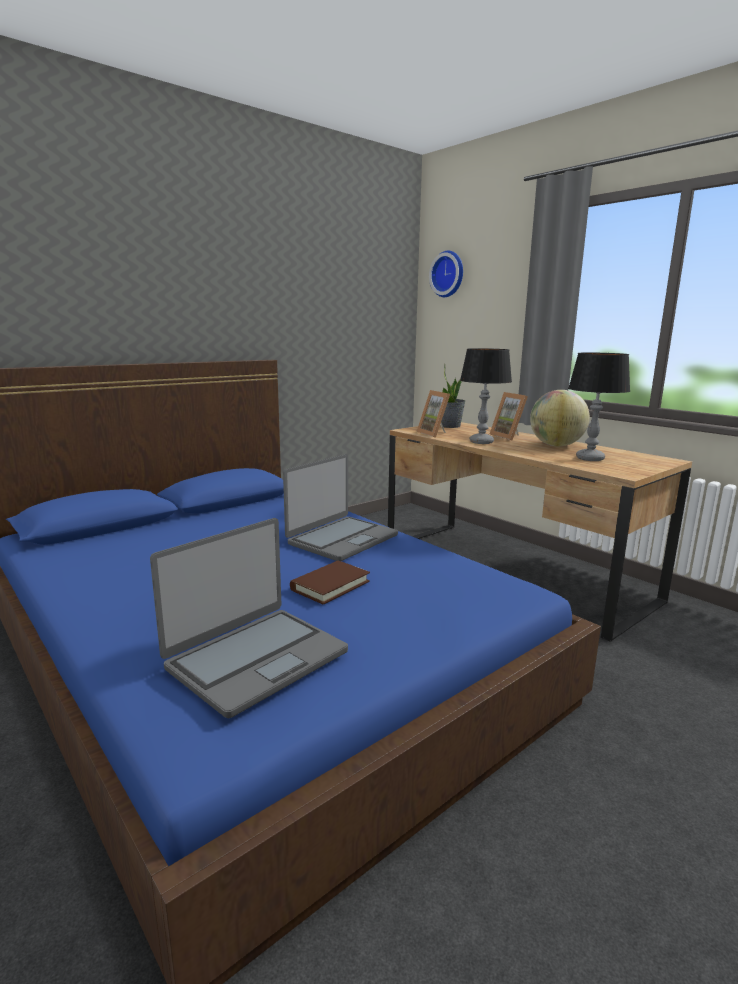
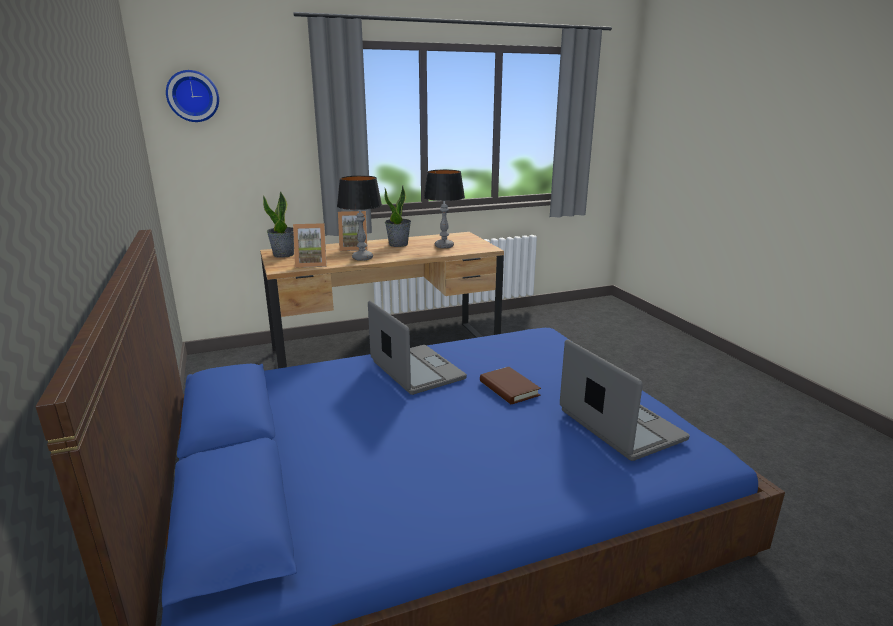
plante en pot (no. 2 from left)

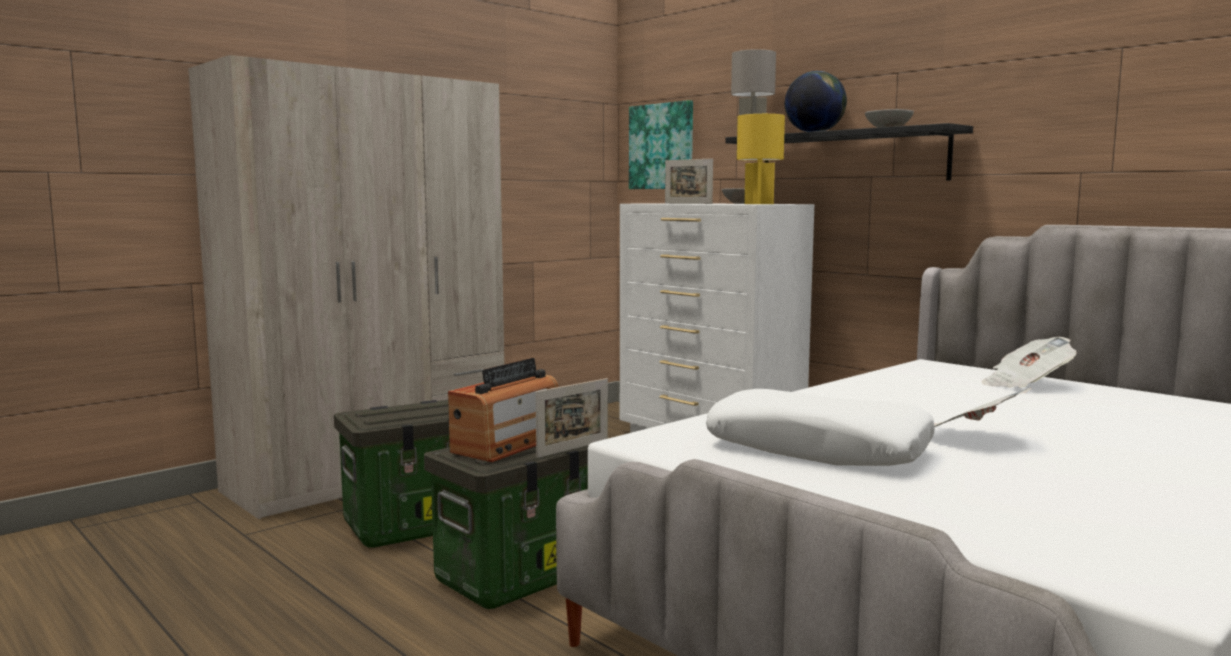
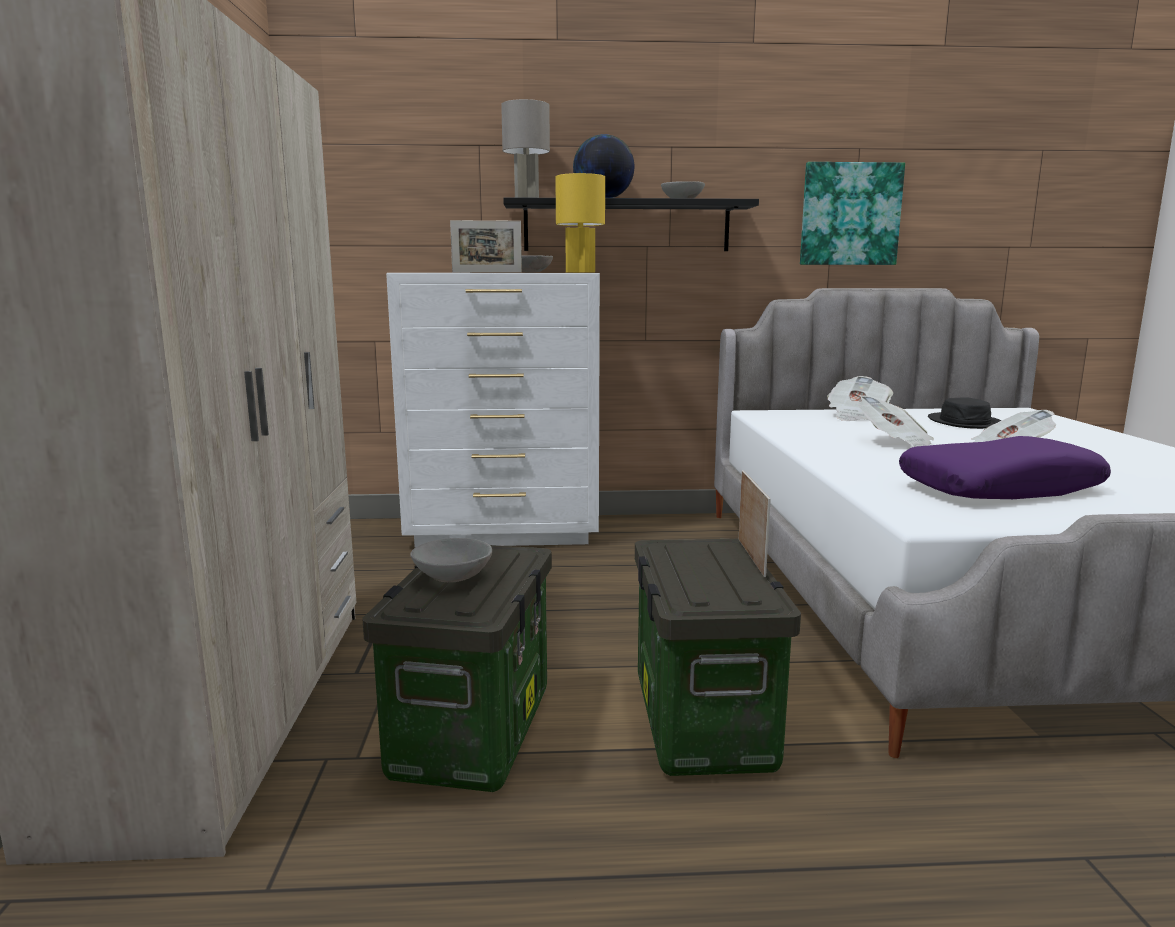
radio
tableau
coussin (violet)
bol (gris) (no. 1 from left)
journal (no. 2 from left)
chapeau (noir)

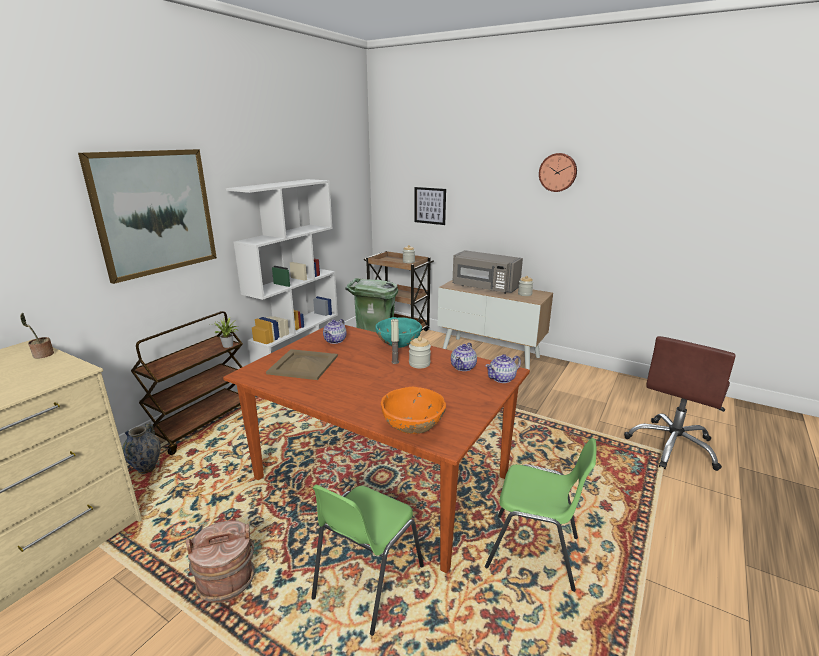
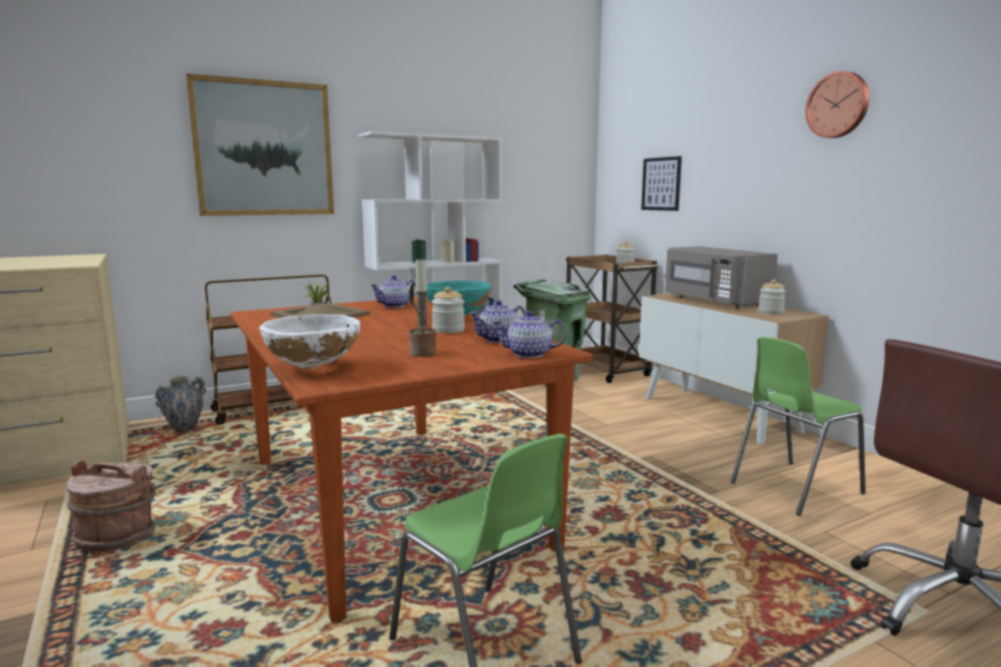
plante en pot (no. 2 from left)
chaise (vert) (no. 2 from left)
bol (blanc)

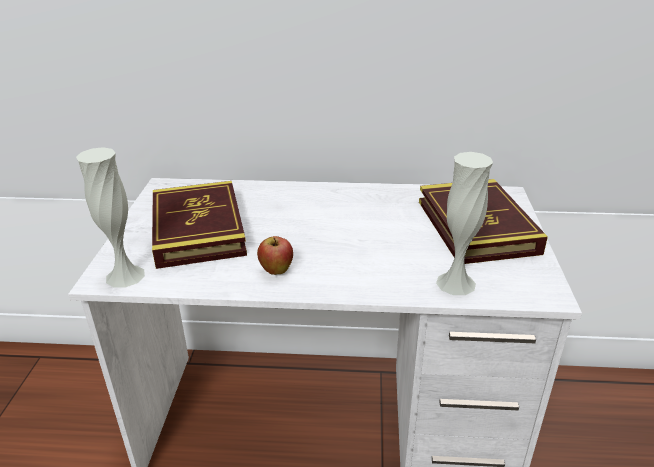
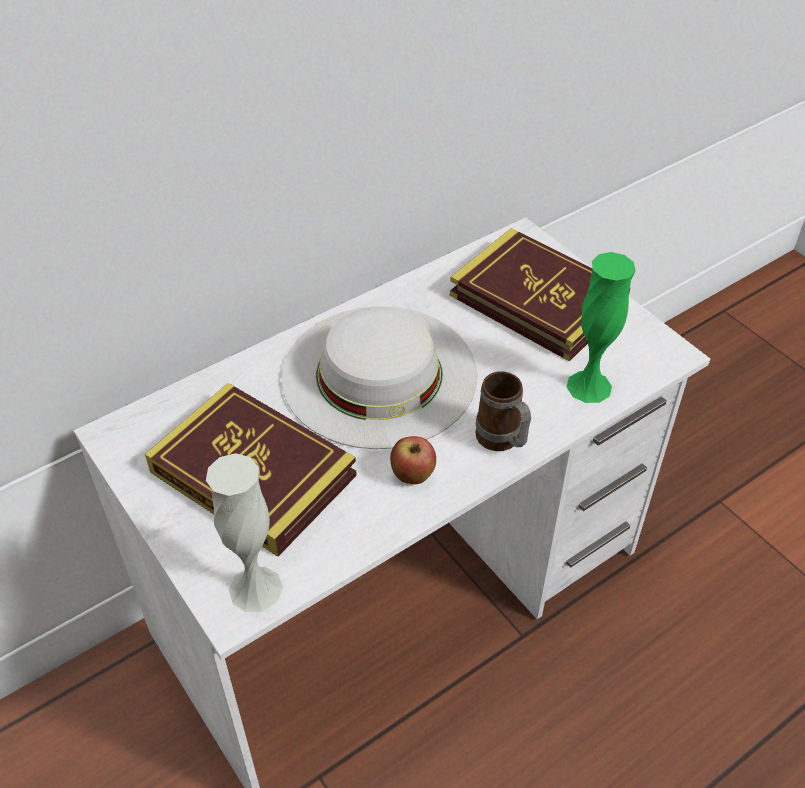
vase (vert)
chapeau (blanc)
mug

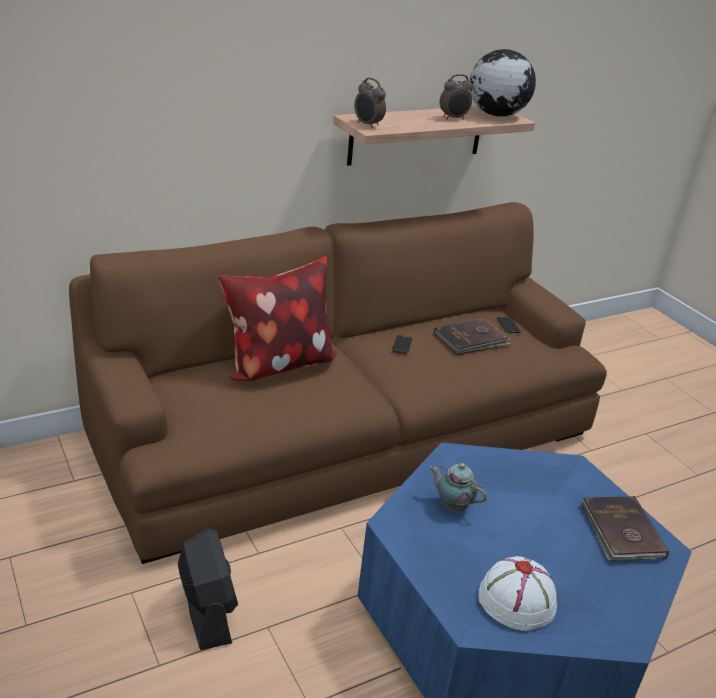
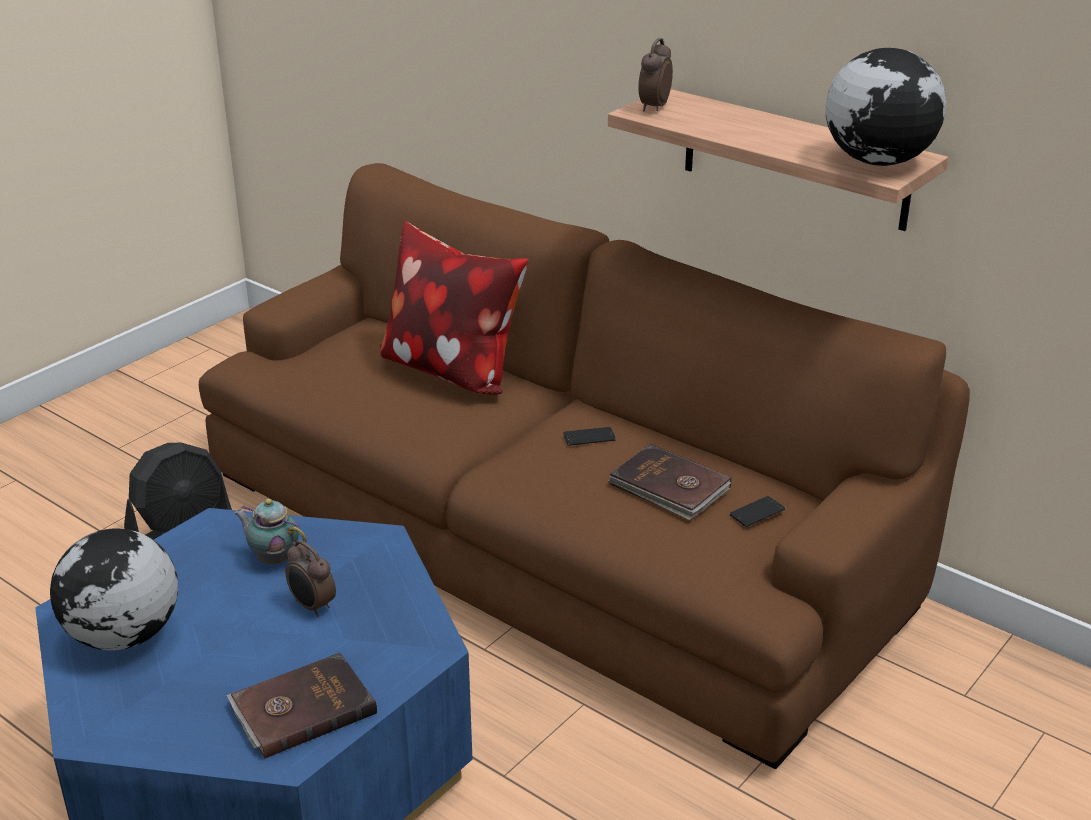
théière
réveil (no. 1 from left)
globe (no. 1 from left)

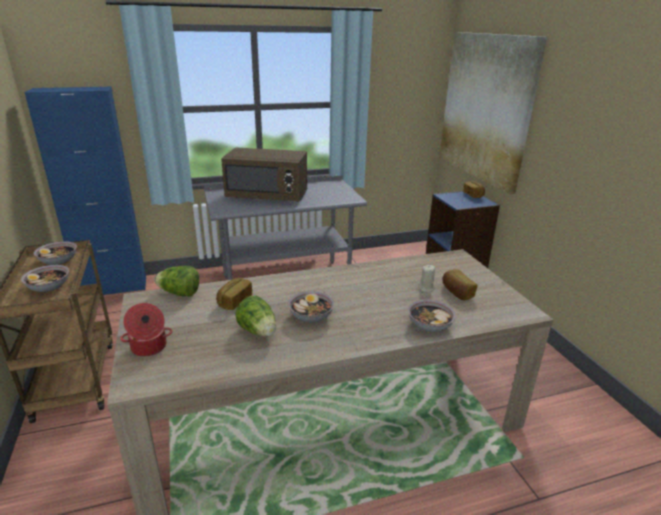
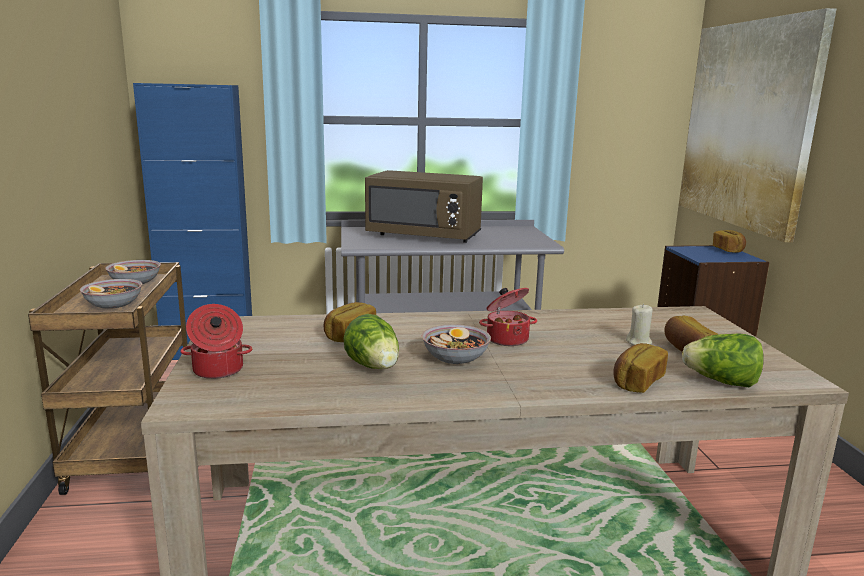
laitue (no. 2 from left)
pain (no. 2 from left)
marmite (no. 2 from left)

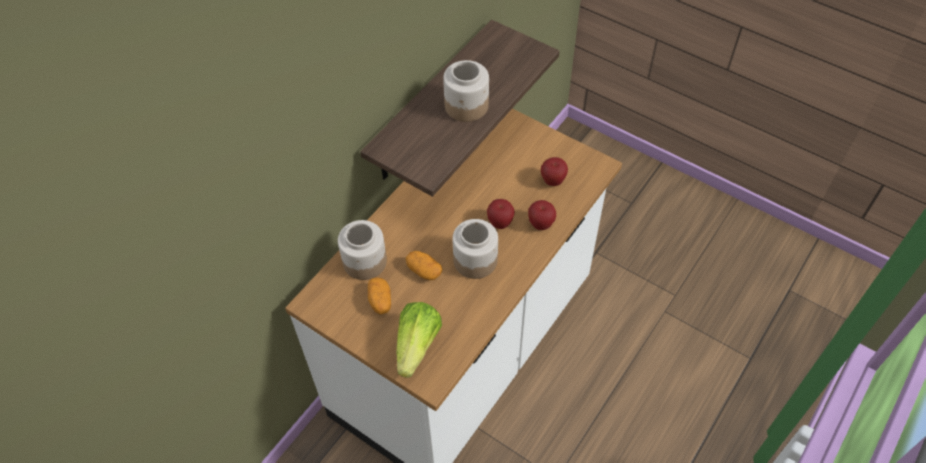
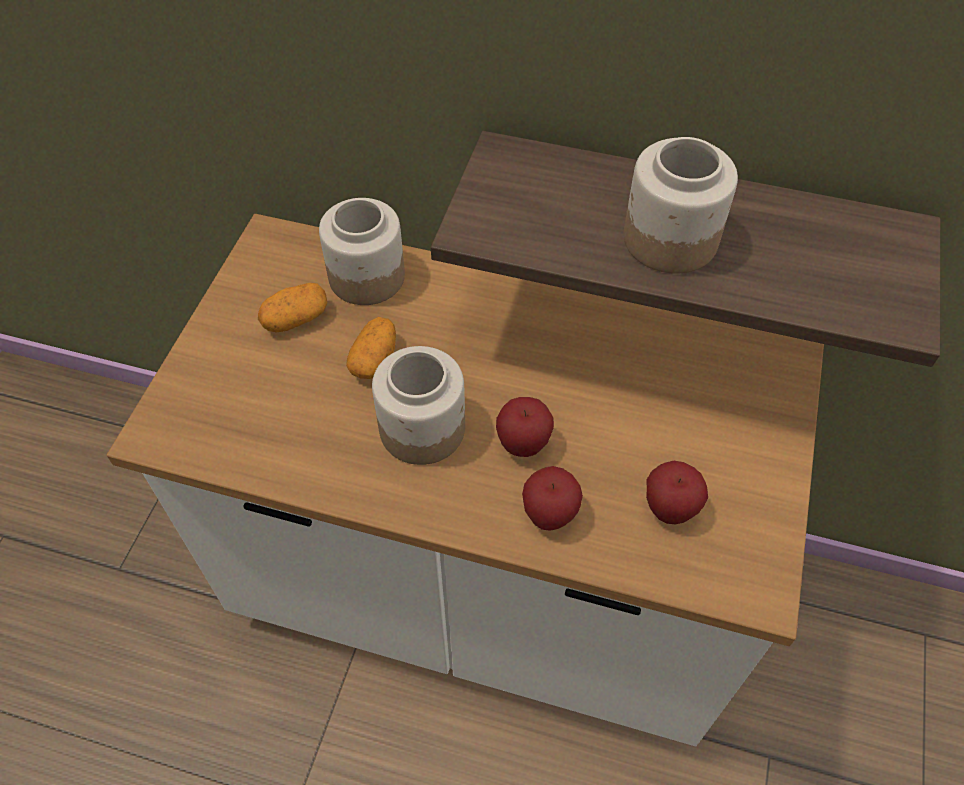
laitue

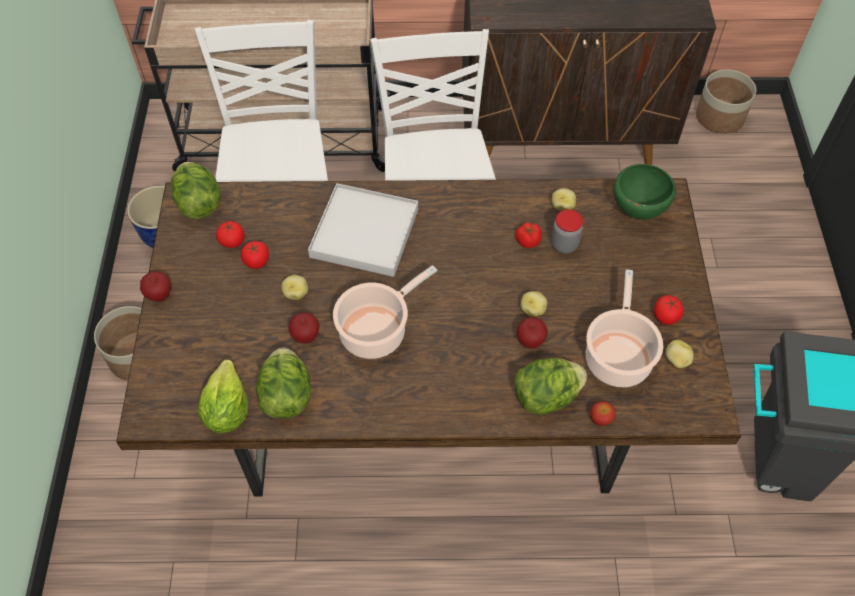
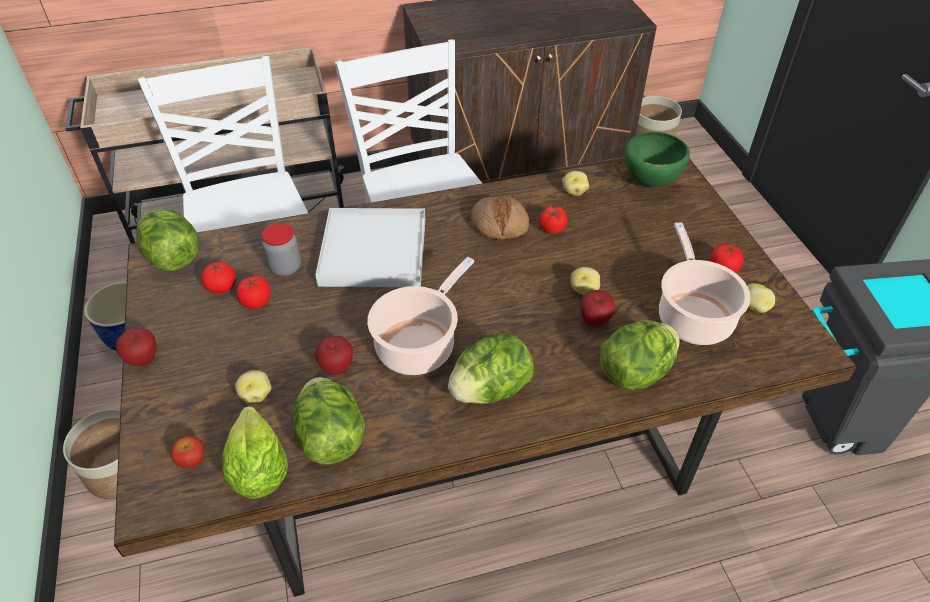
pomme de terre (no. 1 from left)
bocal
pomme (no. 2 from left)
laitue (no. 4 from left)
pain

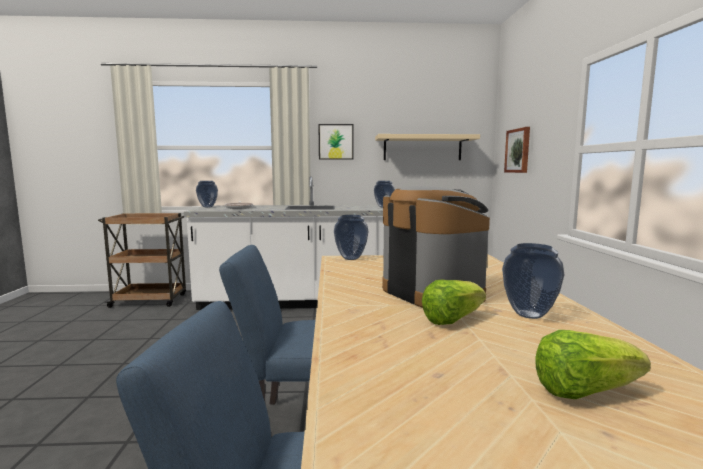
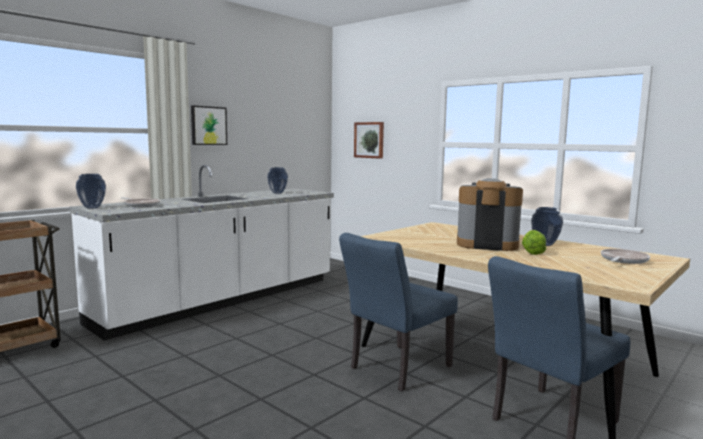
vase (no. 2 from left in the first image)
étagère (beige)
poêle (no. 2 from left)

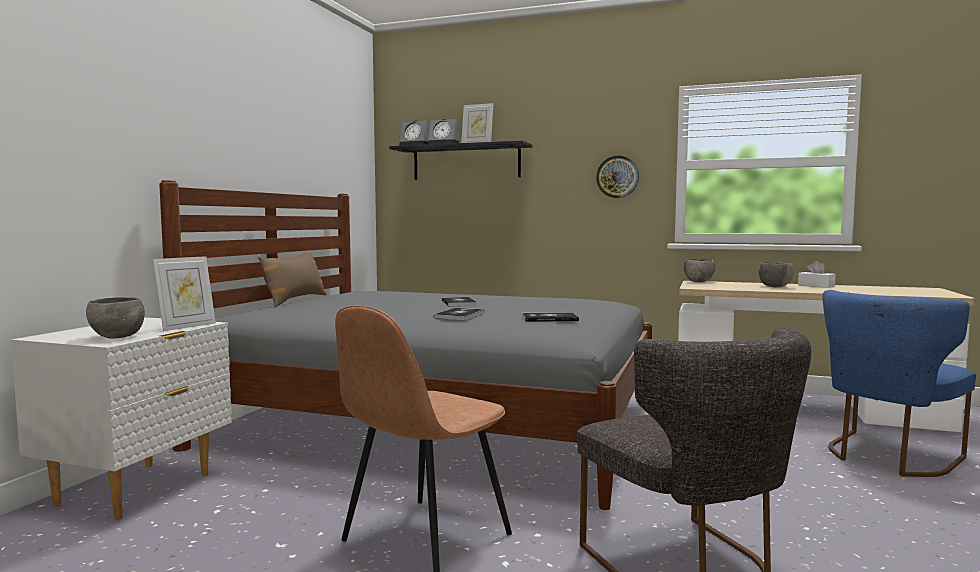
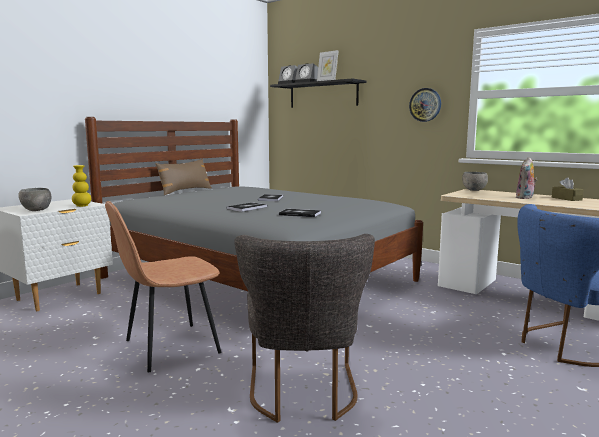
vase (jaune)
peluche
boîte à mouchoirs (marron)

